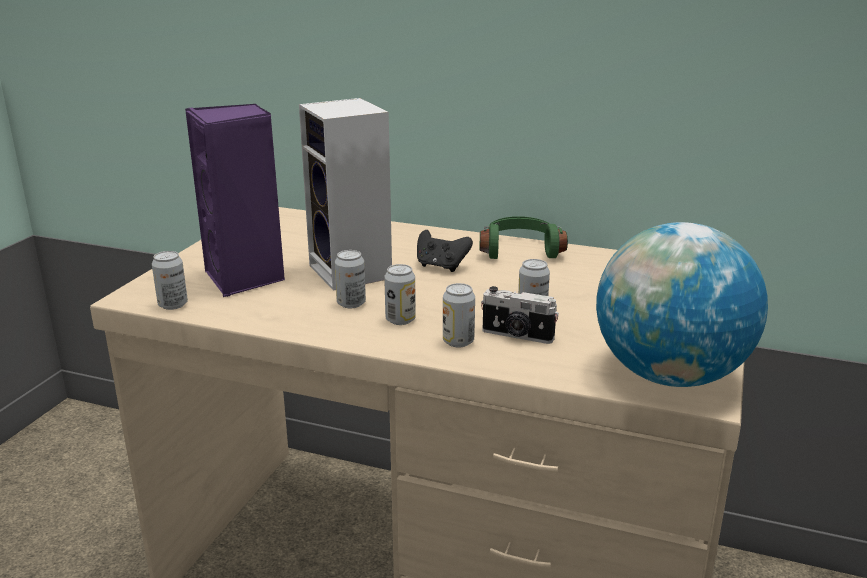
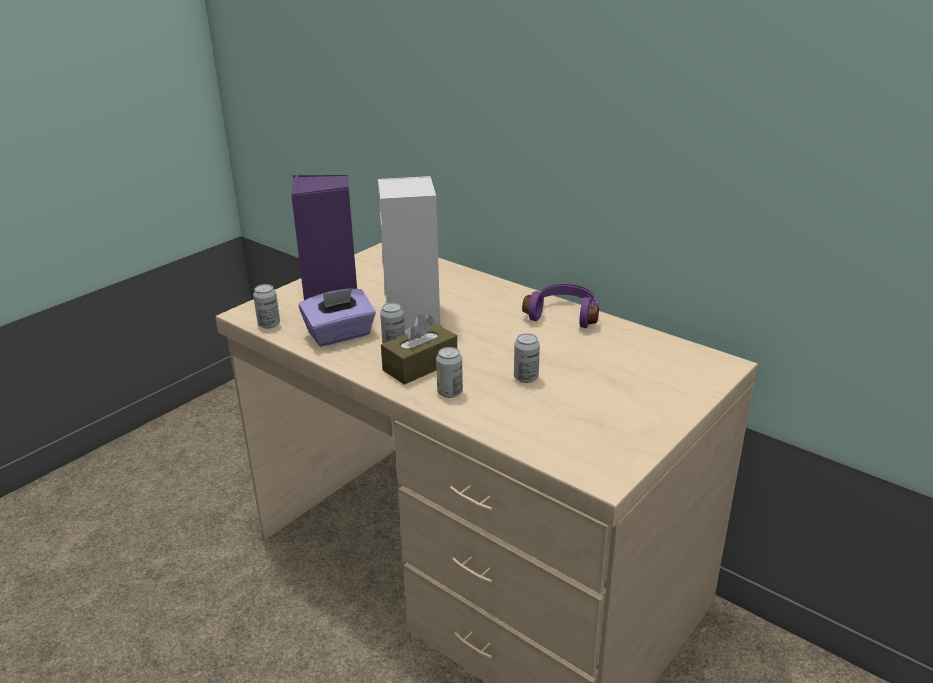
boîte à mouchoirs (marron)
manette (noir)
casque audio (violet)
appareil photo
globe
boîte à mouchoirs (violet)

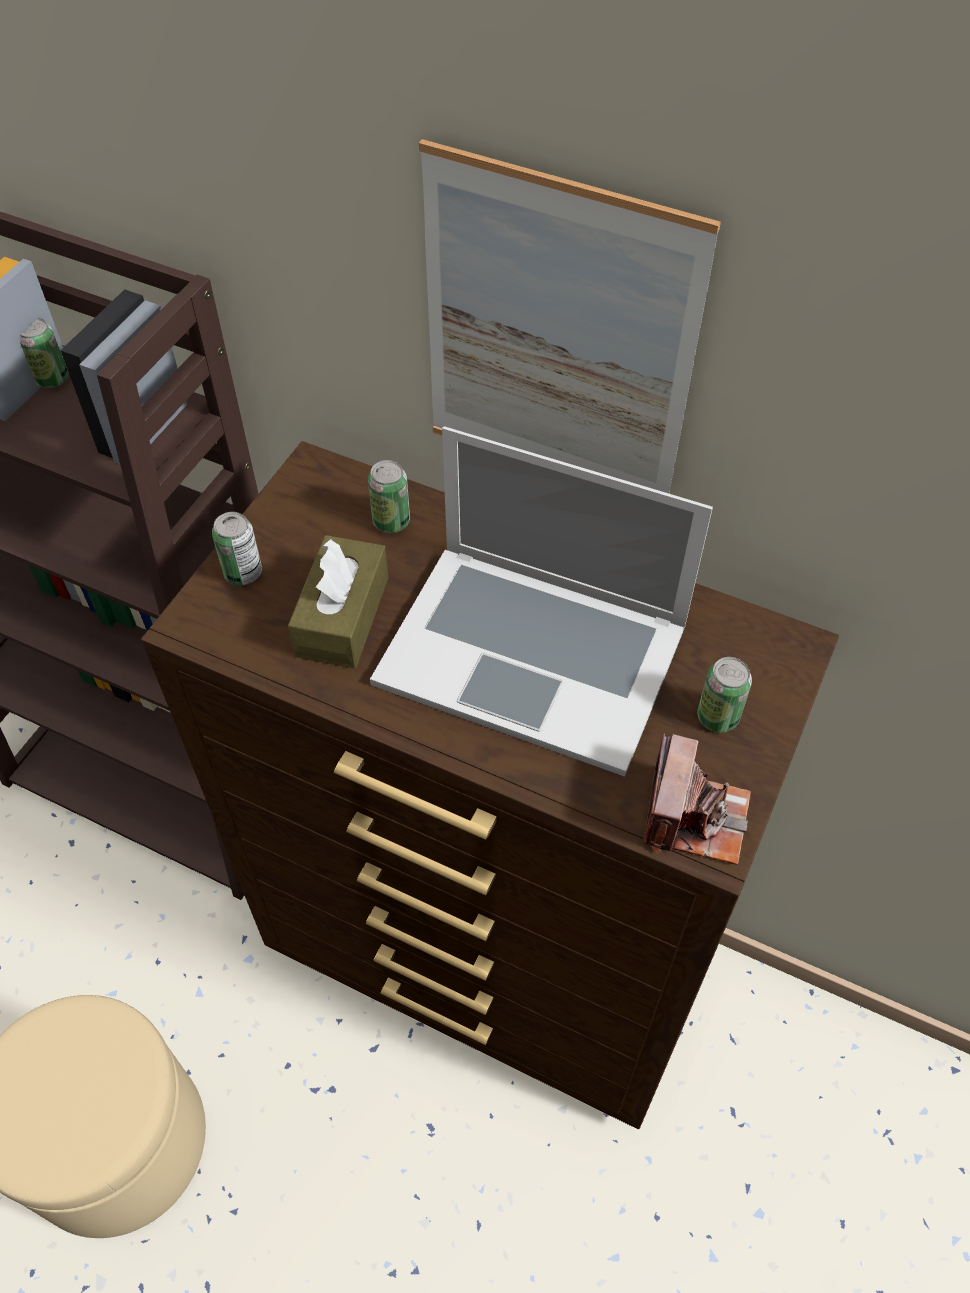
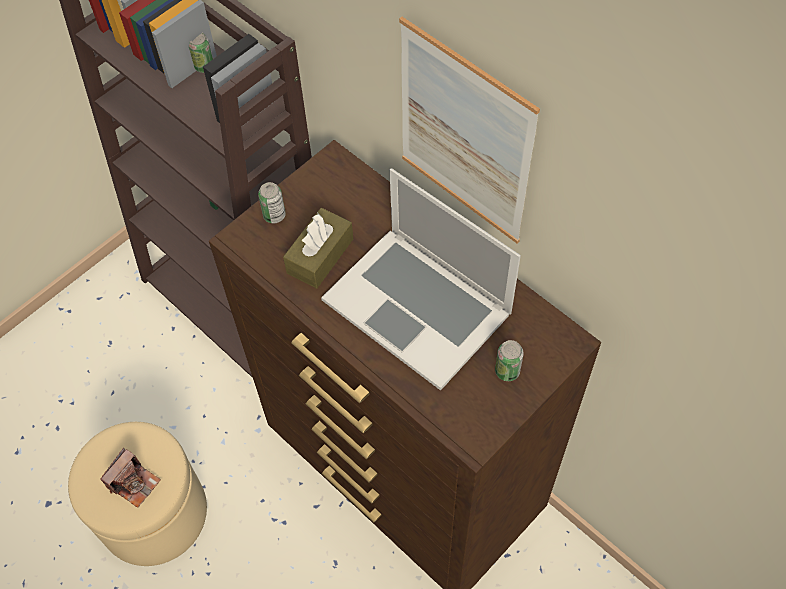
boîte métallique (no. 3 from left in the first image)
appareil photo

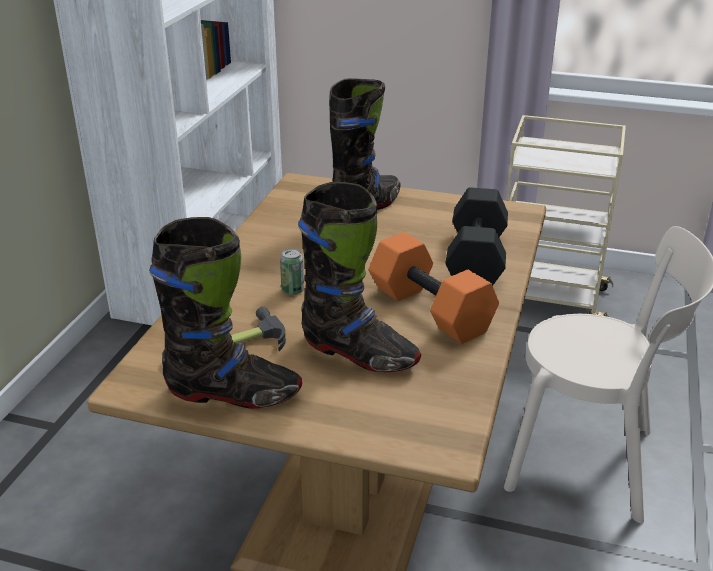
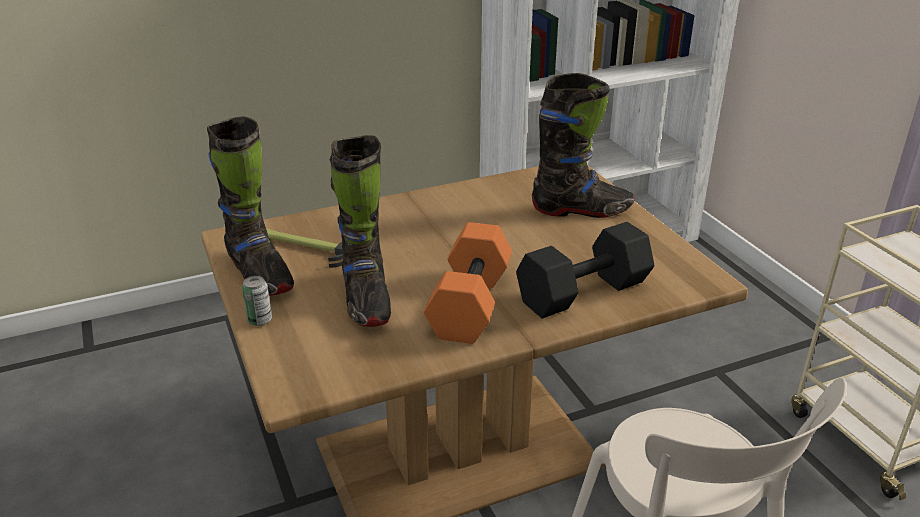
boîte métallique

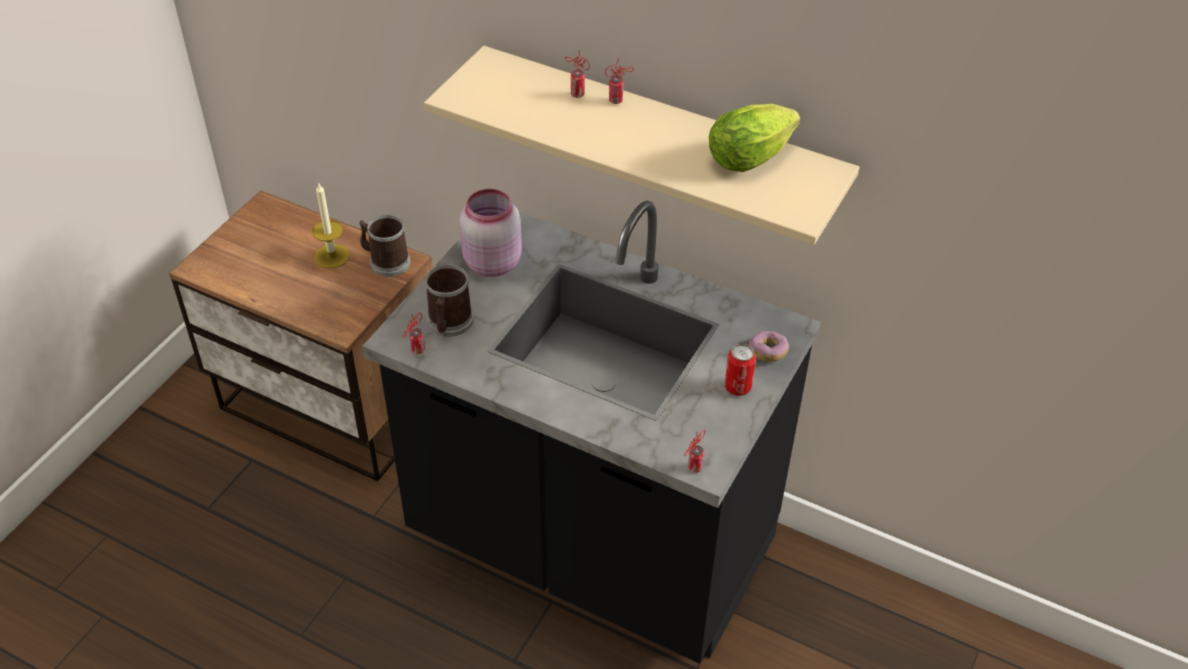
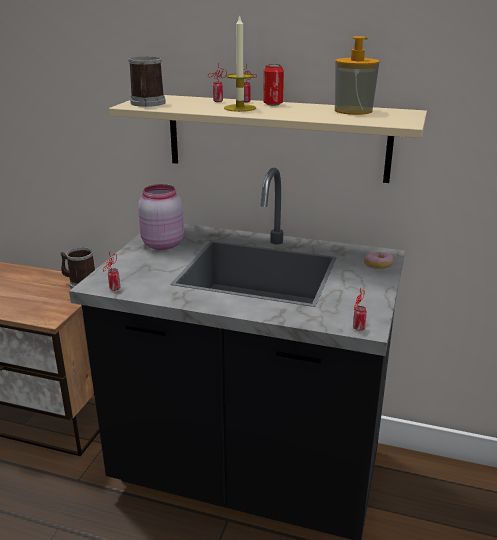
bougie
mug (no. 2 from left)
distributeur de savon
boîte métallique (no. 4 from left)

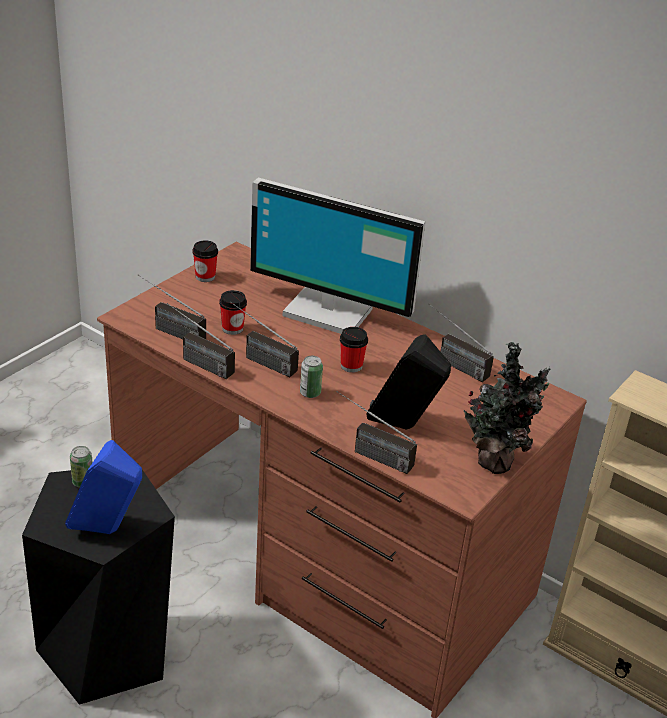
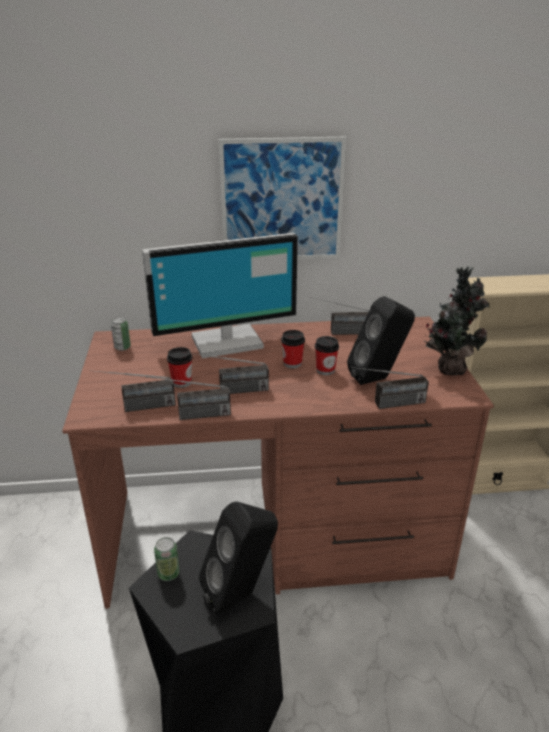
enceinte (noir) (no. 1 from left)
tasse (no. 3 from left)
boîte métallique (no. 1 from left)
tableau

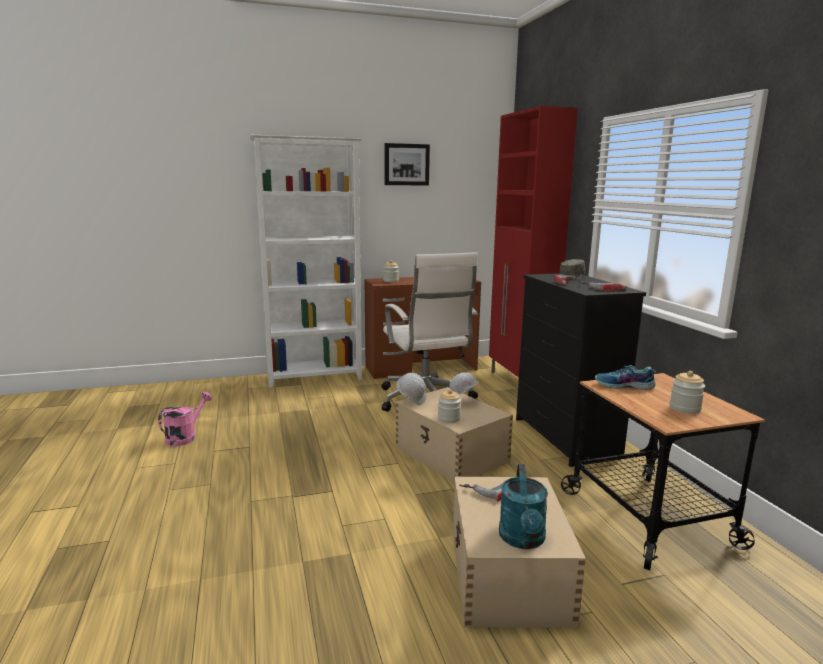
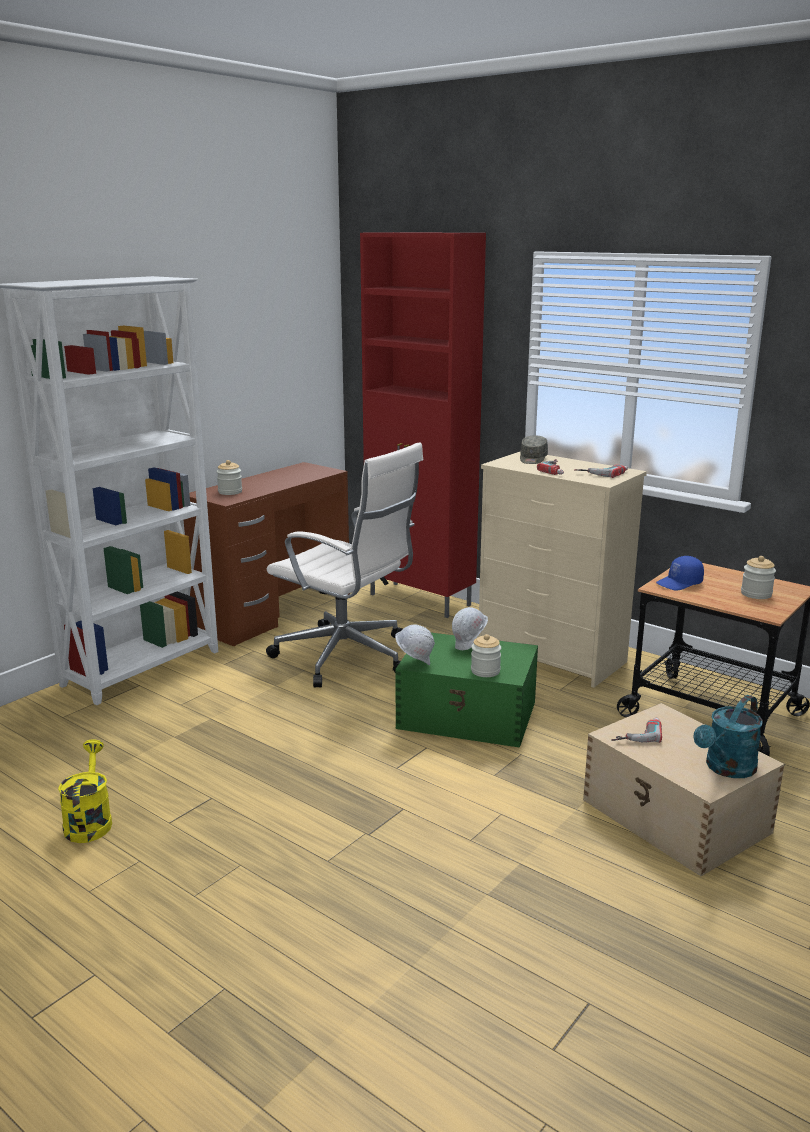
arrosoir (jaune)
tableau
boîte de rangement (vert)
arrosoir (turquoise)
commode (beige)
casquette (bleu)

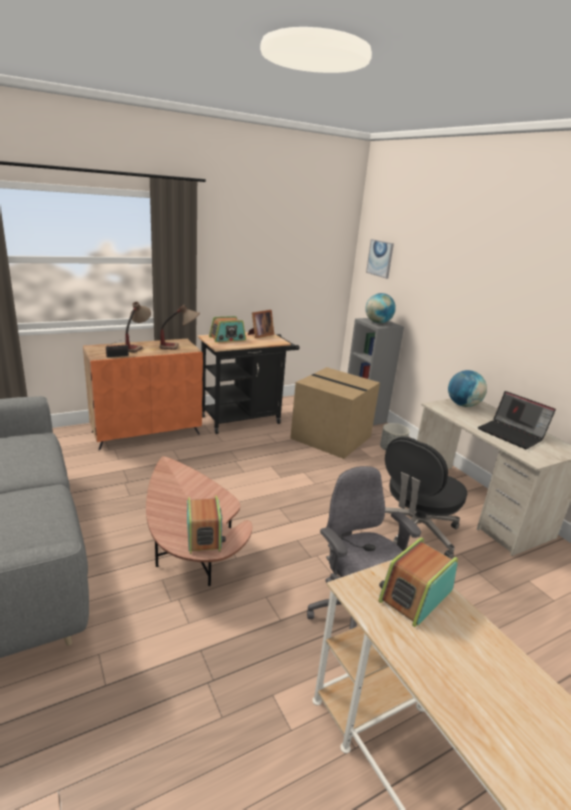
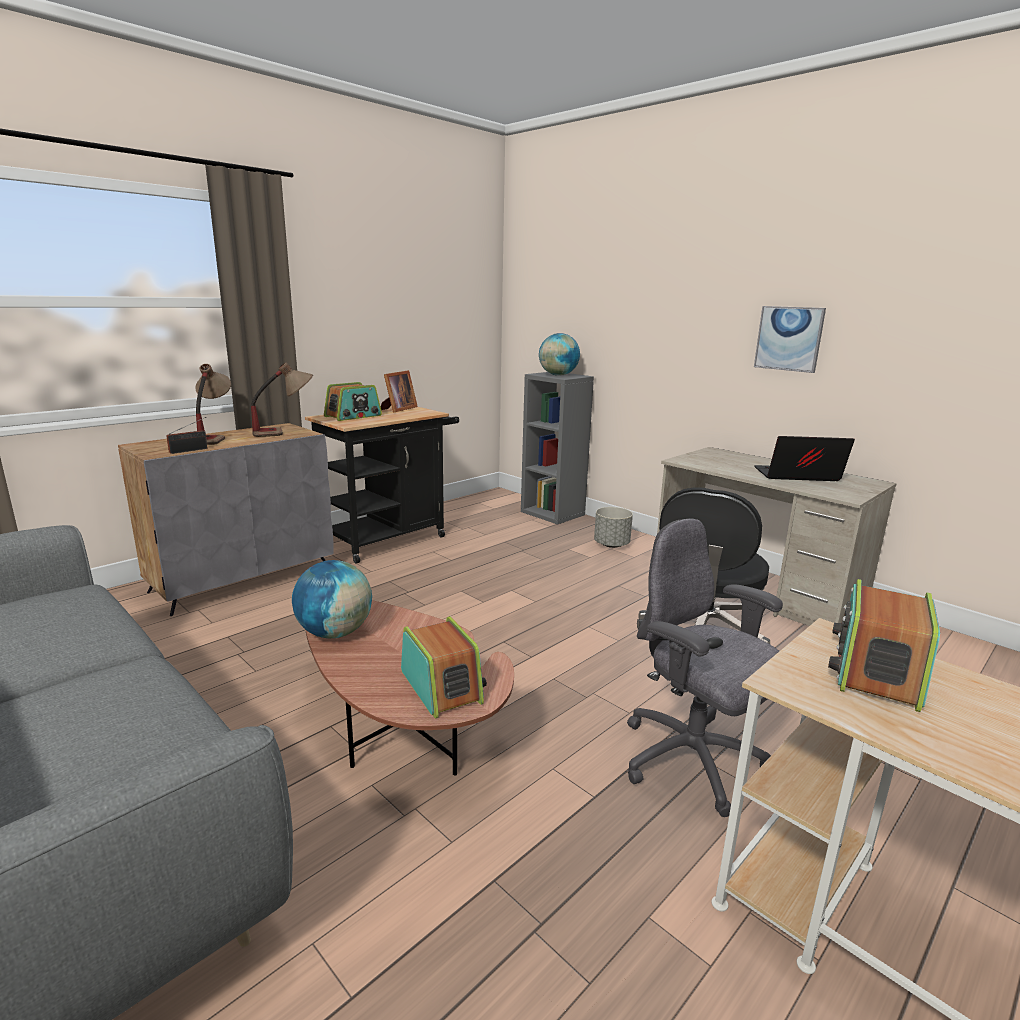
meuble de rangement (gris)
carton
tableau
globe (no. 1 from left)
ordinateur portable

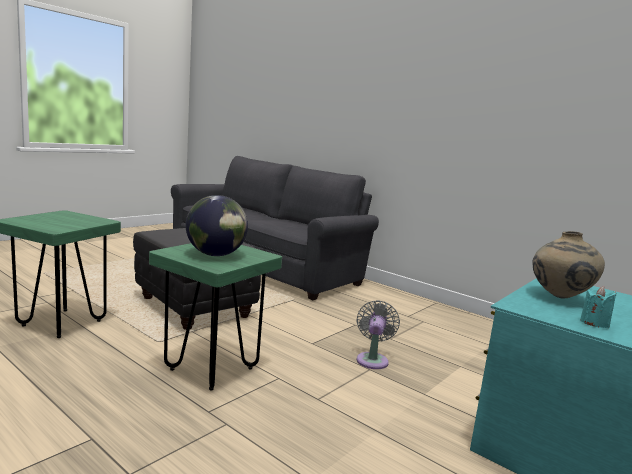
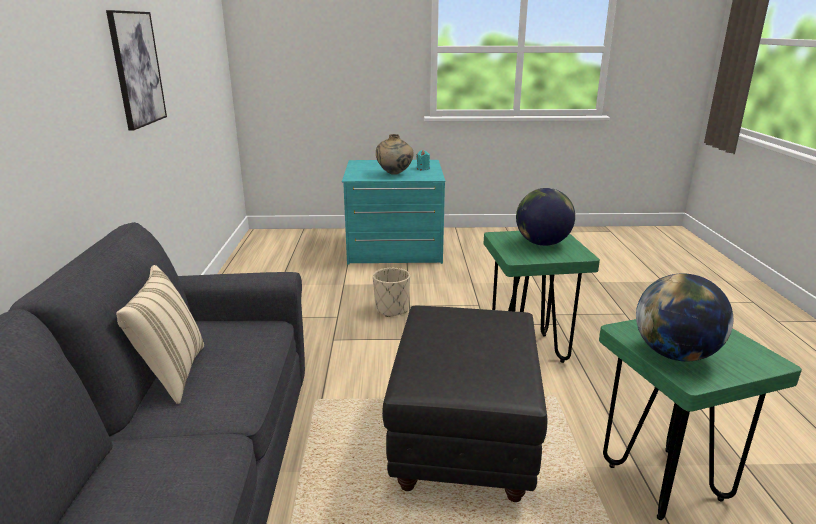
cache-pot (beige)
tableau
coussin (beige)
globe (no. 2 from left)

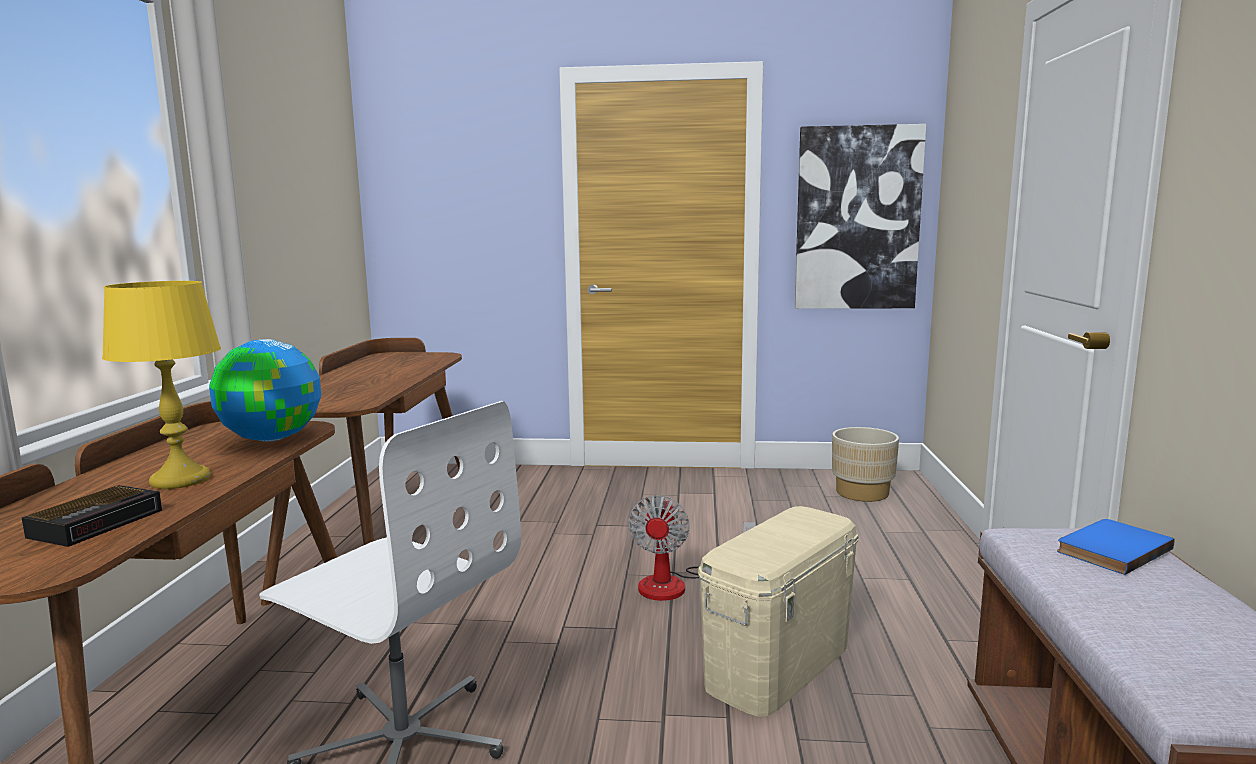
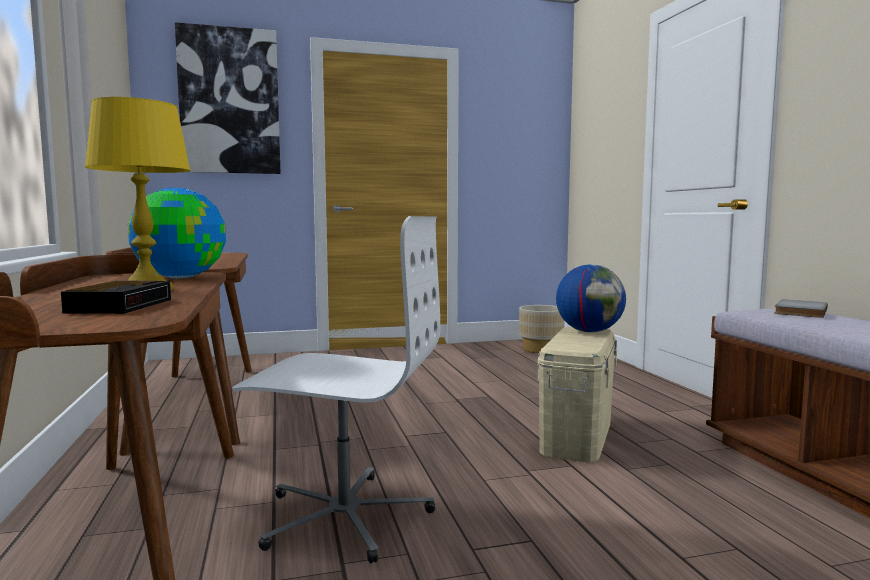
ventilateur
tableau
livre (gris)
globe (no. 2 from left)

